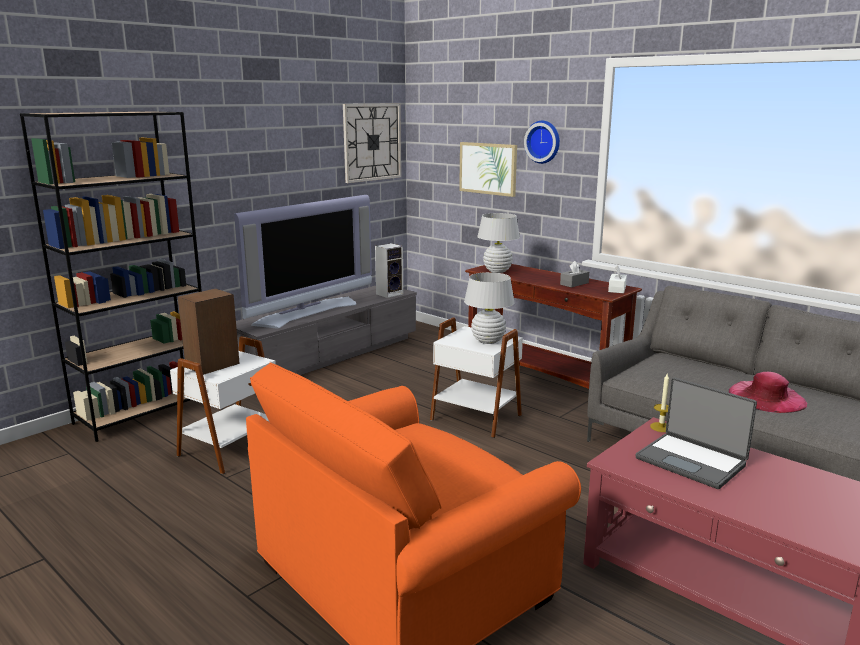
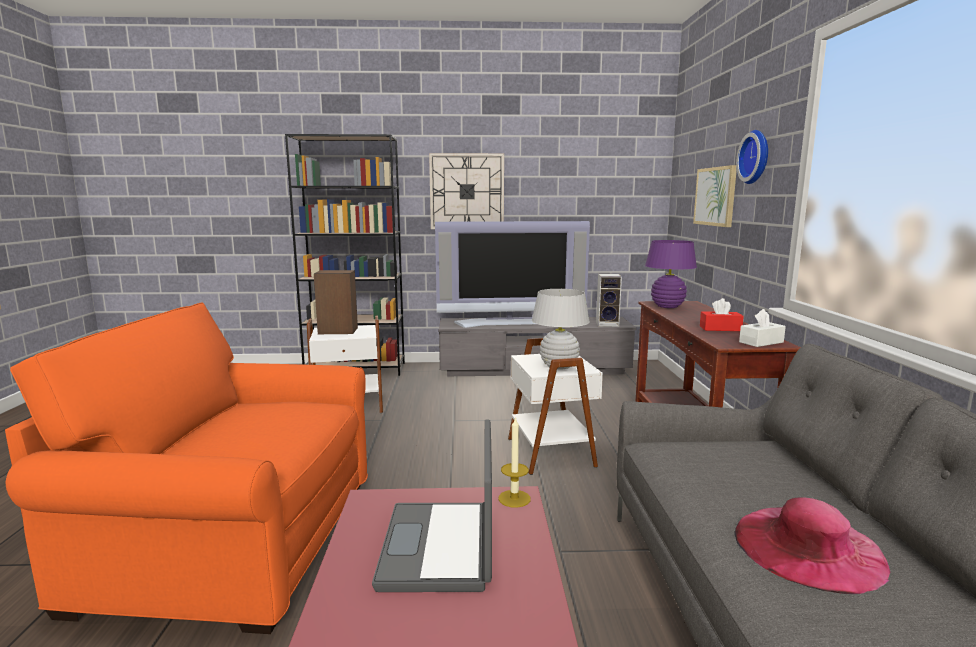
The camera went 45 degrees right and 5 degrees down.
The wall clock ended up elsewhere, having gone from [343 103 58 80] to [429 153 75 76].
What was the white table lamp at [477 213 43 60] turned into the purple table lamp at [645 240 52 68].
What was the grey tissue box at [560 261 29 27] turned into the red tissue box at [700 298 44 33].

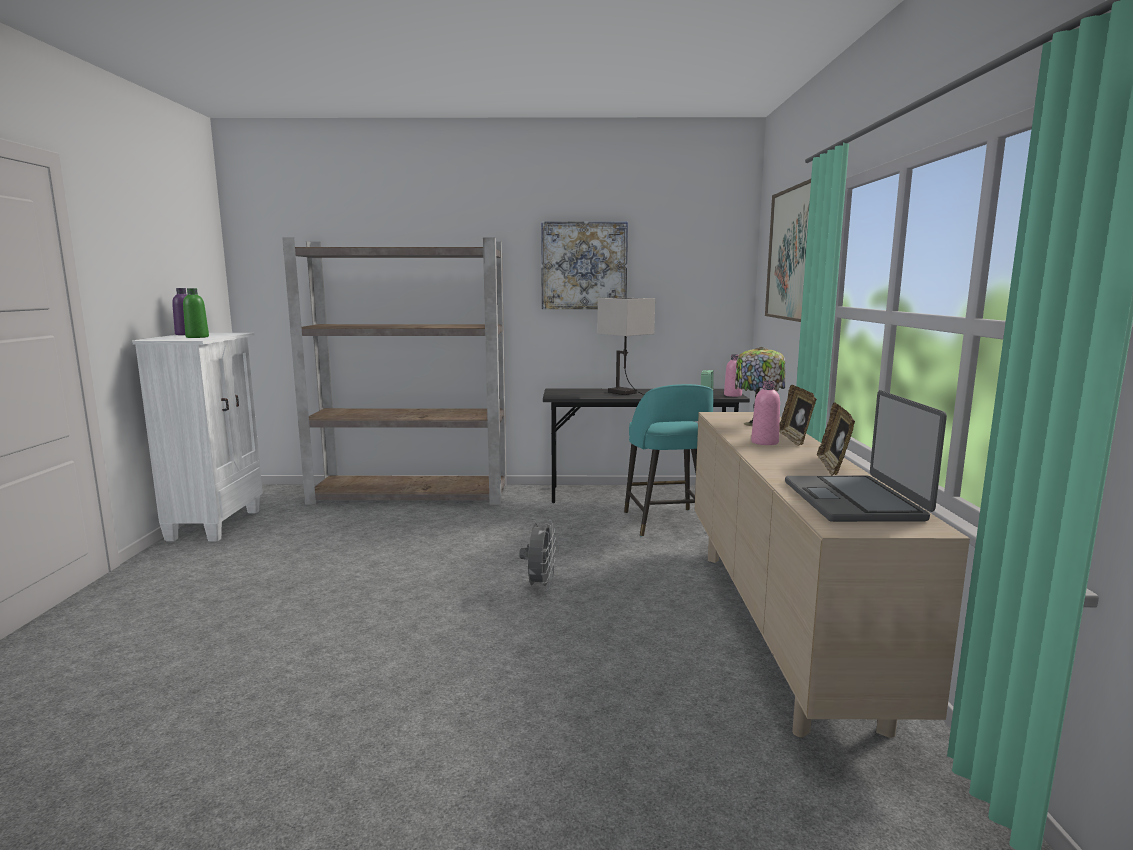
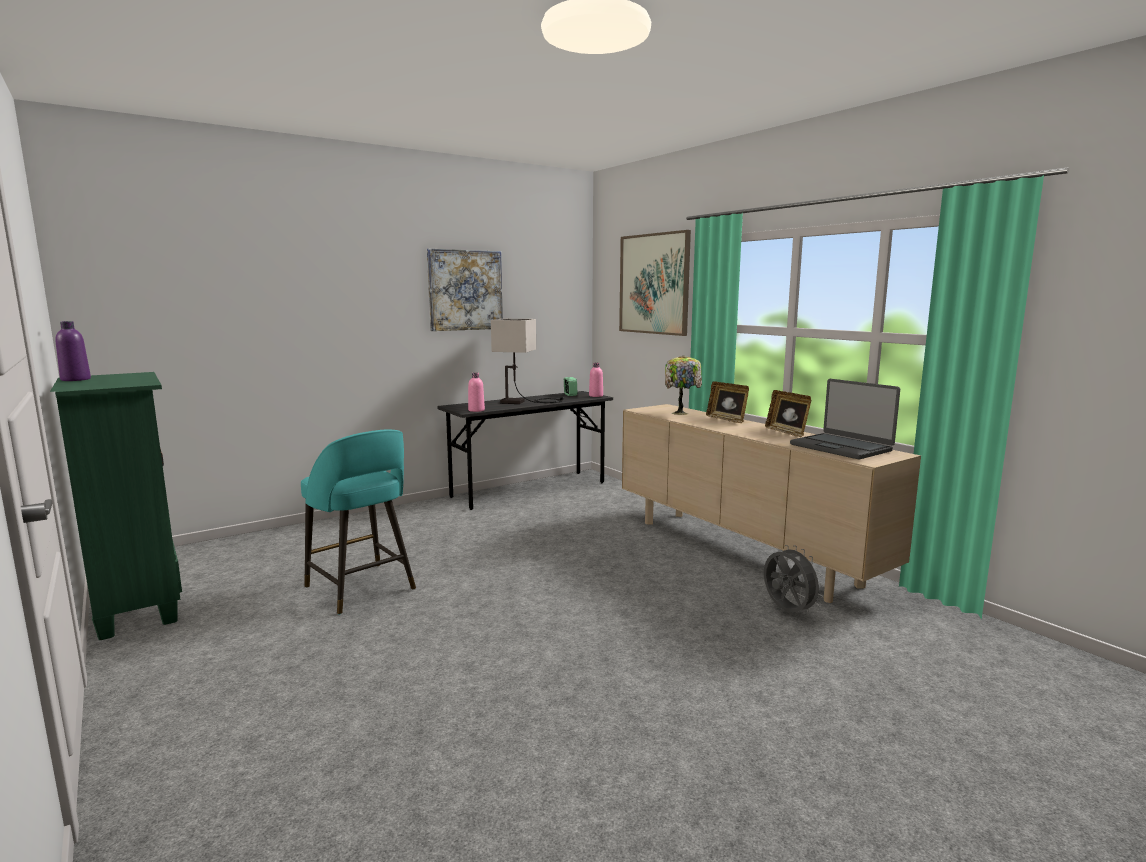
The camera went 35 degrees left and 0 degrees up.
What was the white cabinet at [132 333 131 209] turned into the green cabinet at [50 372 132 268].
The second view lost the green bottle at [183 288 26 50].
The second view lost the brown bookcase at [282 237 225 268].
The grey fan ended up elsewhere, having gone from [519 520 37 71] to [764 545 60 69].
The turquoise stool ended up elsewhere, having gone from [624 384 89 153] to [301 429 115 186].
The pink bottle ended up elsewhere, having gone from [751 381 29 64] to [468 373 17 39].

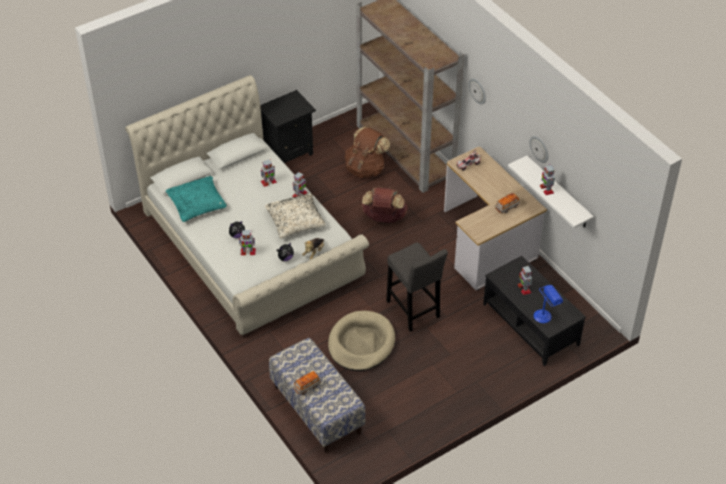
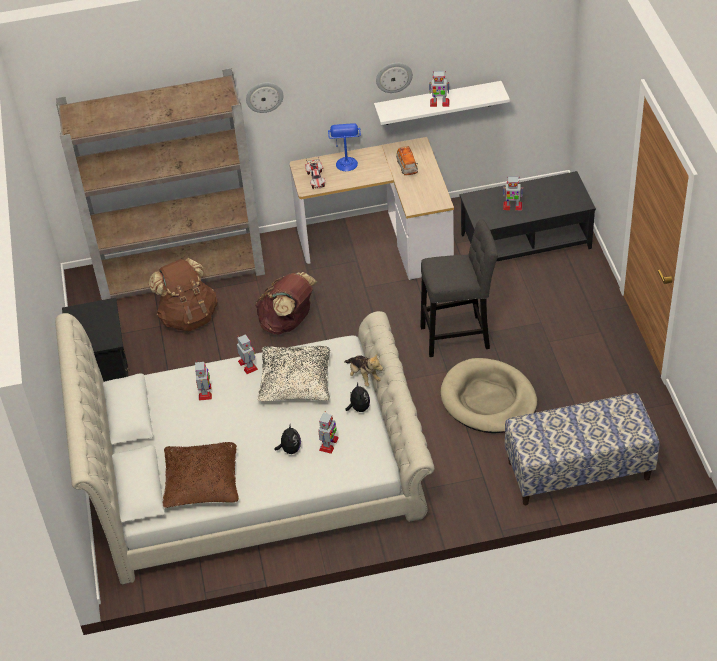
The camera went 65 degrees left and 0 degrees up.
What was the turquoise pillow at [166 176 61 46] turned into the brown pillow at [163 442 76 66].
The second view lost the toy car at [293 371 28 24].
The blue table lamp ended up elsewhere, having gone from [534 285 29 38] to [328 123 33 48].

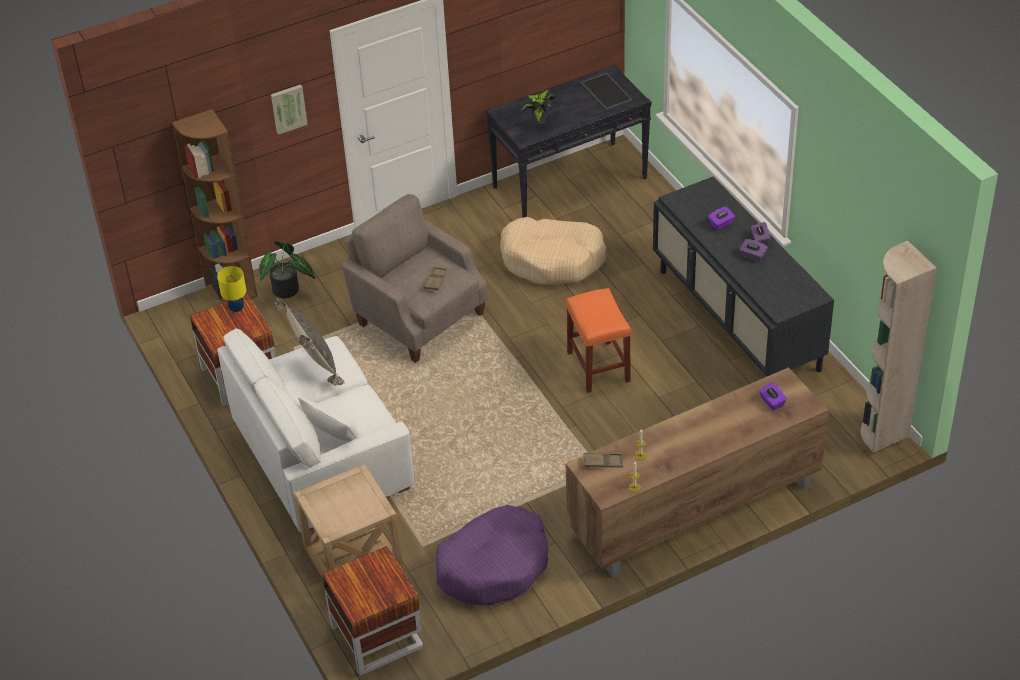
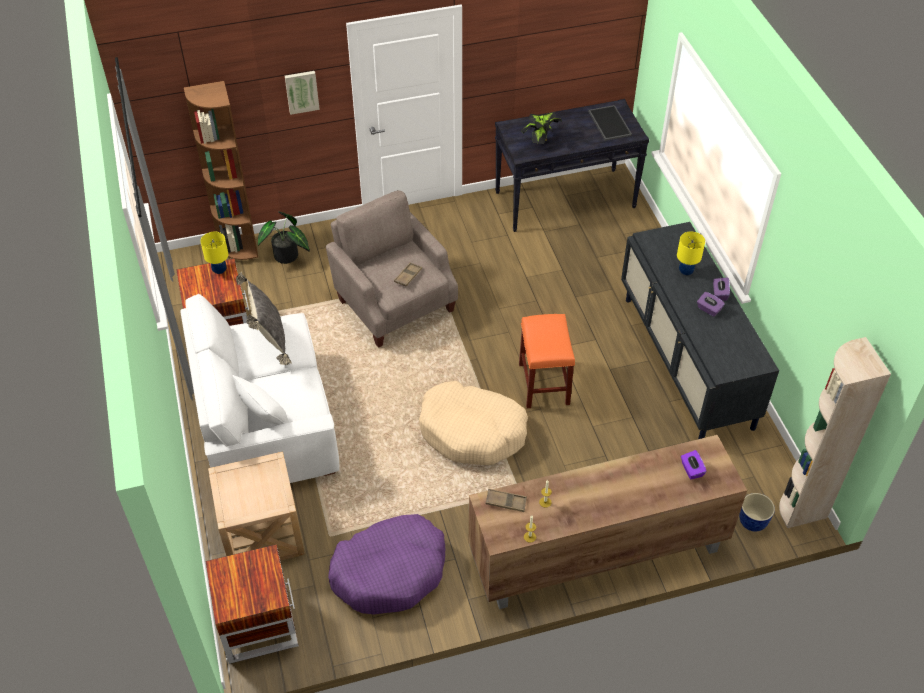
The camera went 10 degrees right and 5 degrees up.
The beige dog bed ended up elsewhere, having gone from [500 217 106 68] to [419 381 109 84].
Where the purple tissue box stood at [708 207 27 23], the yellow table lamp came to stand at [677 232 28 43].
The second view gained the planter at [739 493 36 38].

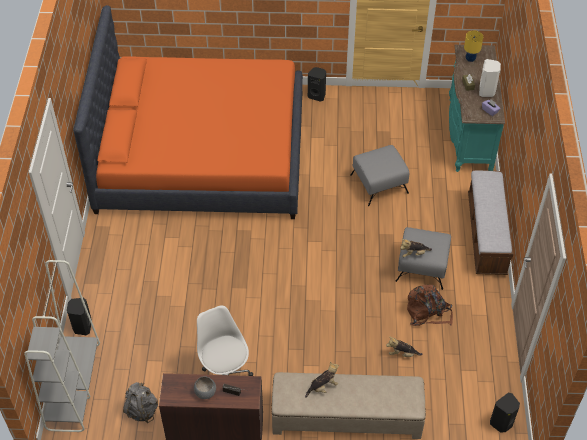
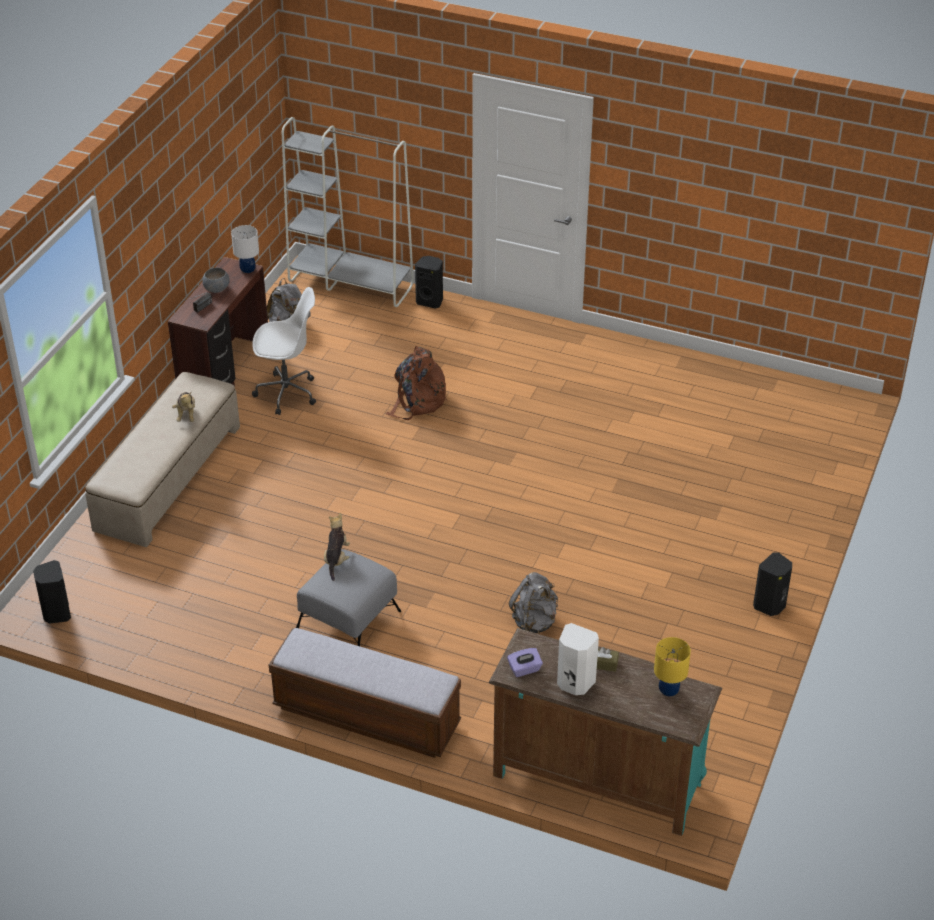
The camera went 110 degrees right and 10 degrees down.
The second view lost the orange bed at [73 5 230 214].
Where the grey ottoman stood at [350 145 59 61], the grey backpack came to stand at [509 572 49 62].
The second view lost the plush toy at [386 337 37 20].
The brown backpack ended up elsewhere, having gone from [407 285 46 41] to [386 346 61 74].
The second view gained the white table lamp at [231 225 28 48].

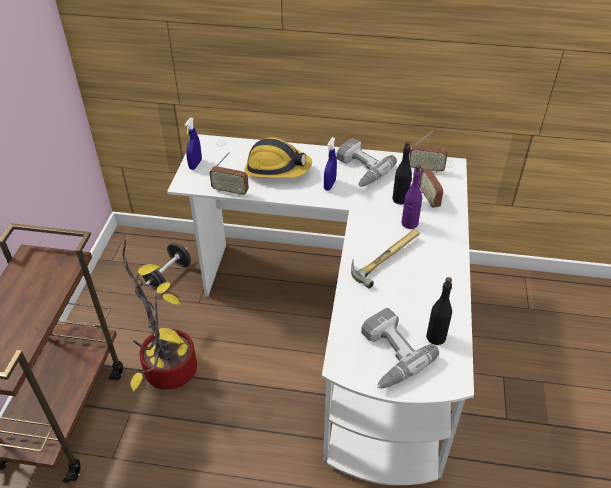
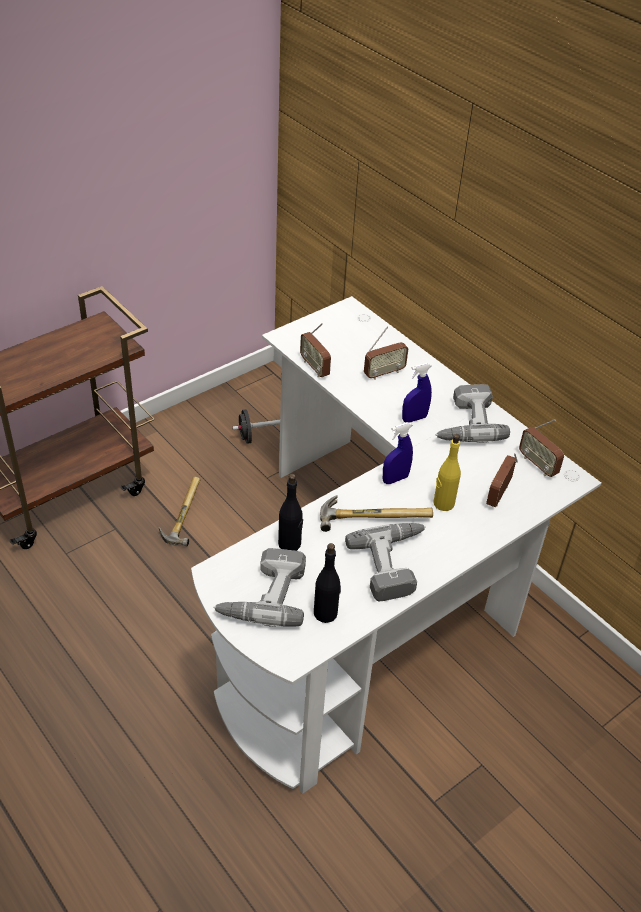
The camera went 40 degrees right and 0 degrees up.
Where the potted plant stood at [122 240 75 152], the hammer came to stand at [159 476 41 70].
The blue spray bottle ended up elsewhere, having gone from [184 117 18 53] to [383 422 30 62].
Where the hard hat stood at [245 137 67 41], the radio came to stand at [364 327 44 53].
The black bottle ended up elsewhere, having gone from [392 141 20 64] to [278 474 25 77].
What was the purple bottle at [401 165 21 64] turned into the yellow bottle at [433 434 28 77].
The second view gained the power drill at [345 523 81 79].

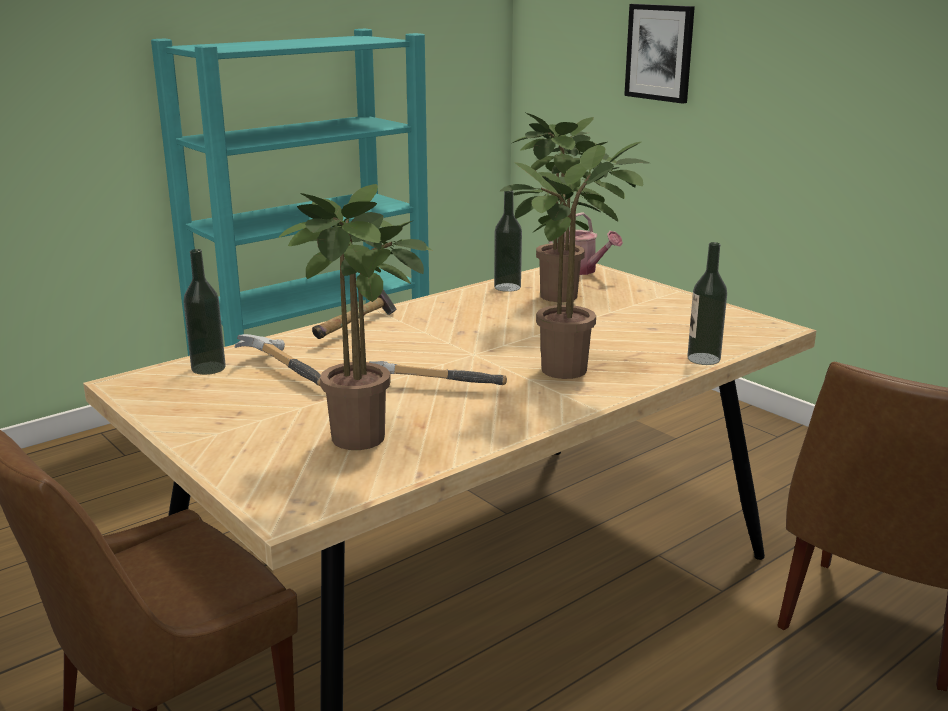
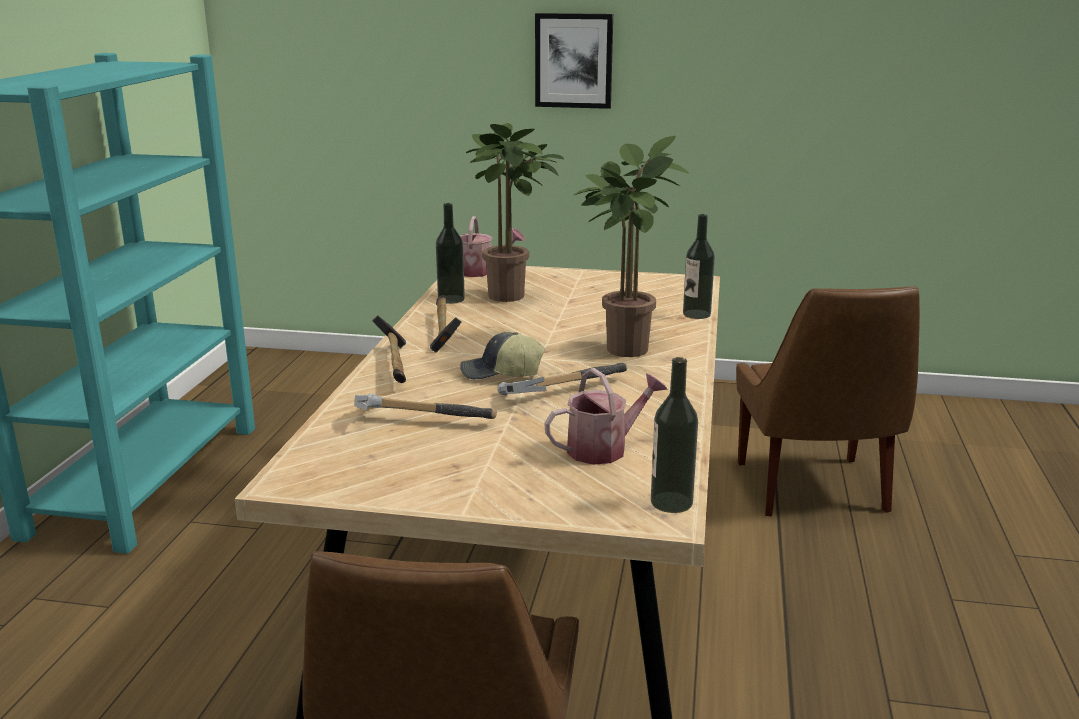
The camera went 40 degrees left and 0 degrees up.
The bottle ended up elsewhere, having gone from [183 249 43 126] to [651 357 47 156].
Where the potted plant stood at [278 184 155 266], the watering can came to stand at [544 368 124 97].
The picture ended up elsewhere, having gone from [624 4 71 100] to [535 13 78 96].
The second view gained the hammer at [430 295 31 58].
The second view gained the cap at [460 332 85 48].

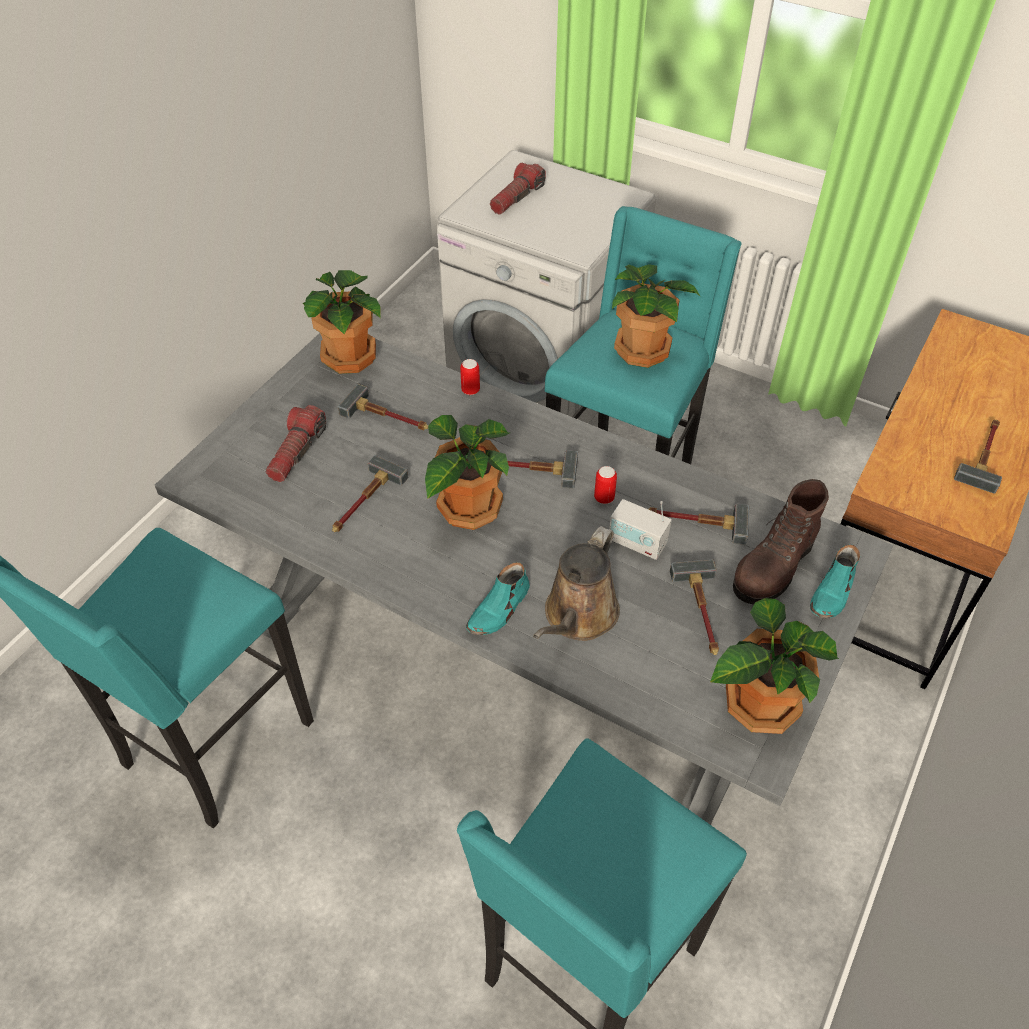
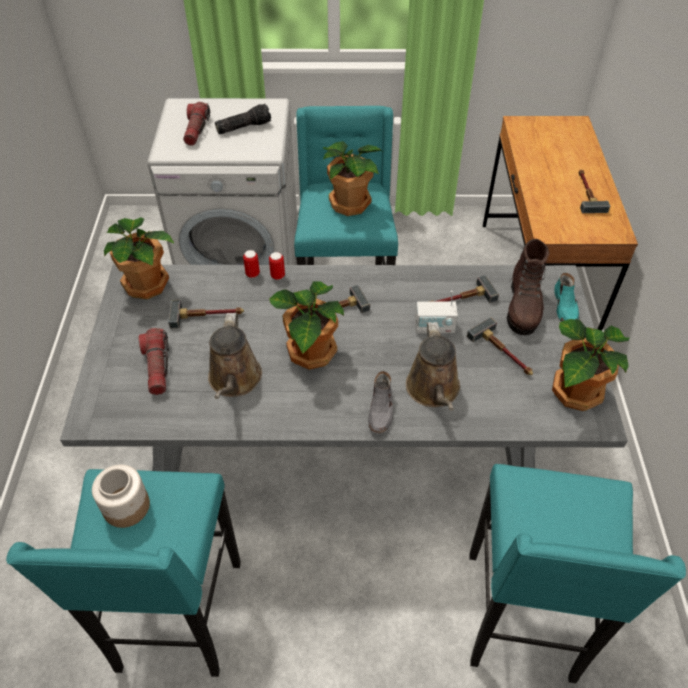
The camera went 30 degrees left and 0 degrees up.
Where the hammer stood at [332 455 76 77], the brown watering can came to stand at [208 313 54 86].
What was the turquoise shoe at [466 562 64 73] turned into the grey shoe at [368 371 25 63].
The can ended up elsewhere, having gone from [594 466 23 38] to [269 252 16 28].
The second view gained the jar at [92 465 58 63].
The second view gained the flashlight at [215 104 56 30].

